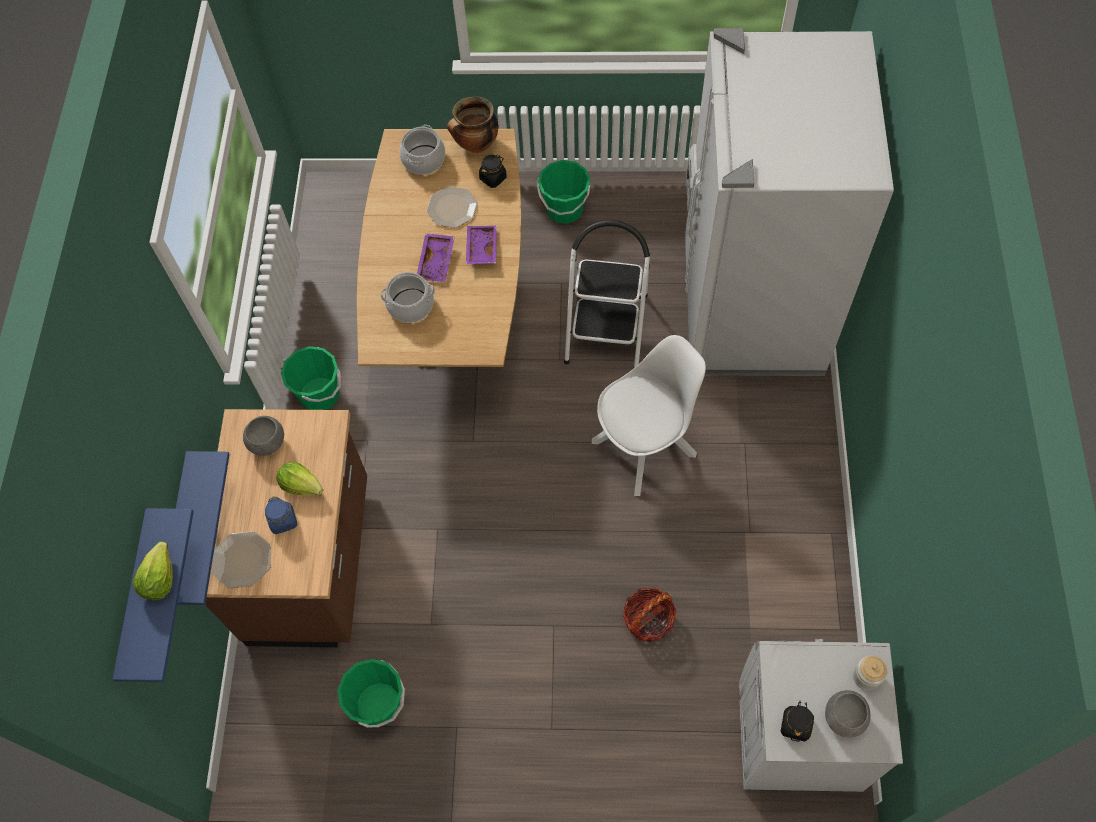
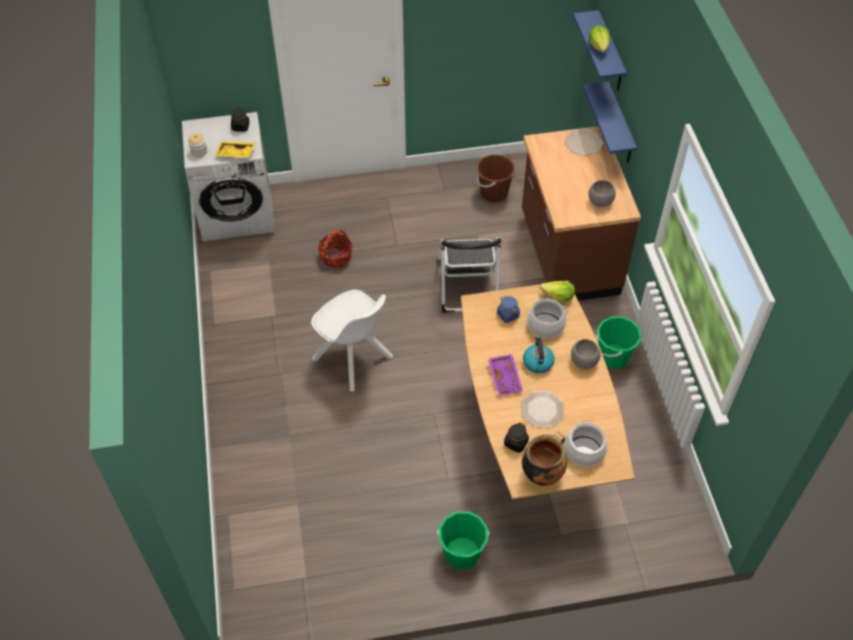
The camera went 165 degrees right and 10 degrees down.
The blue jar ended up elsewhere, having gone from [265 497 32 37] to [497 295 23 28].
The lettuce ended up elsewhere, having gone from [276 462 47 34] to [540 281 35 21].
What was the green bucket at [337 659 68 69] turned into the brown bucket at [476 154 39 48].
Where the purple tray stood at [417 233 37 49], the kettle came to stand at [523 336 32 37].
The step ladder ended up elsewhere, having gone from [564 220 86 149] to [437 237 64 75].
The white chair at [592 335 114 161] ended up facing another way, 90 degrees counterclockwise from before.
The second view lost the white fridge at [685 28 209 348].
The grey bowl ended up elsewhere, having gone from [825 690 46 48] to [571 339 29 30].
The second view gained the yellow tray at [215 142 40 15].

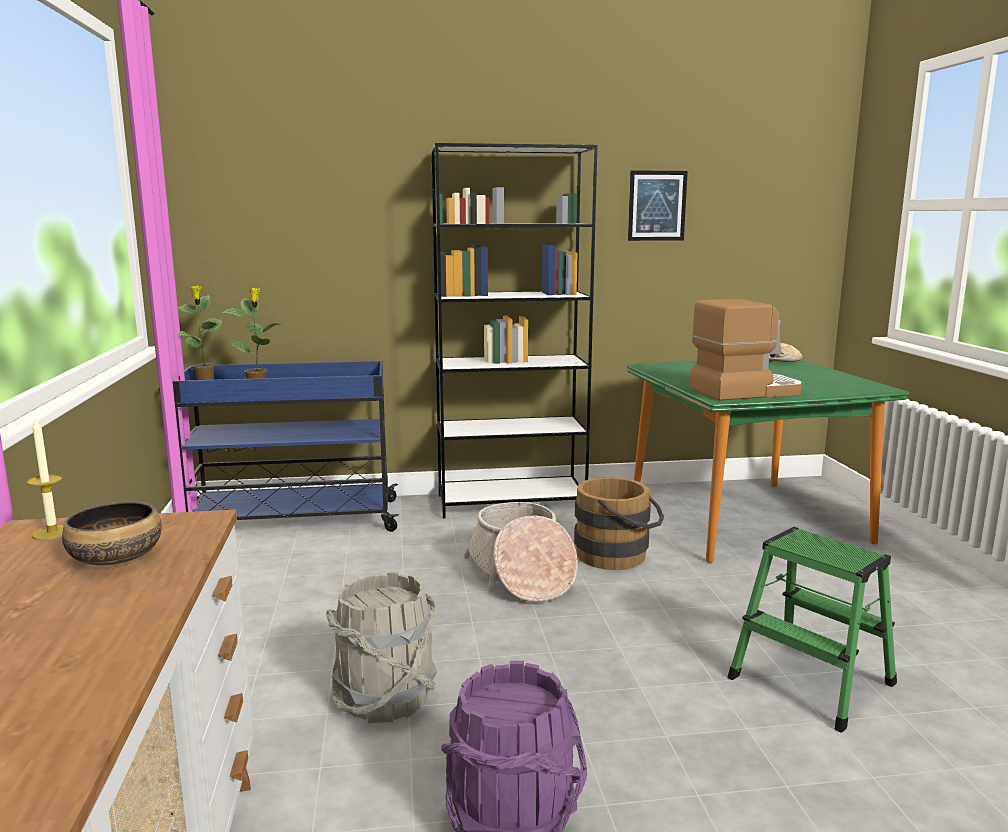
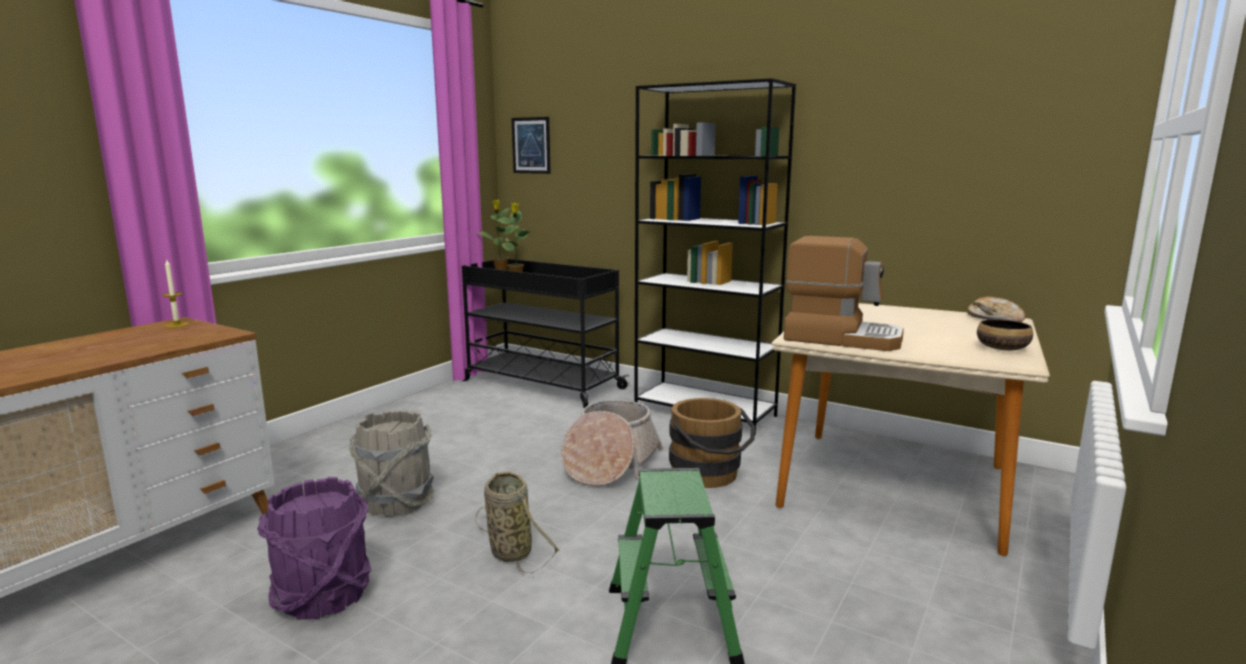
The camera went 40 degrees right and 0 degrees up.
The bowl ended up elsewhere, having gone from [62 502 100 63] to [977 319 56 31].
What was the blue cart at [158 361 241 171] turned into the black cart at [462 259 167 149].
What was the green dining table at [627 360 283 203] turned into the beige dining table at [771 303 279 253].
The picture ended up elsewhere, having gone from [628 170 60 71] to [511 117 40 57].
The second view gained the basket at [475 471 85 103].

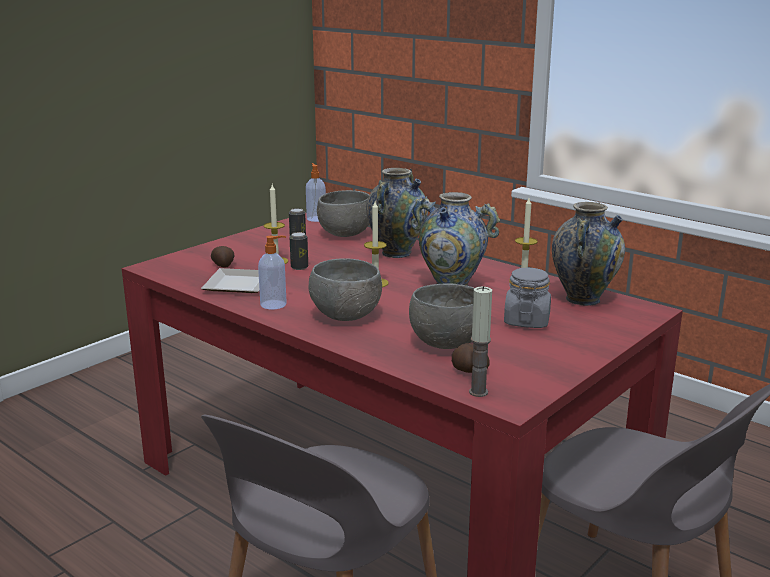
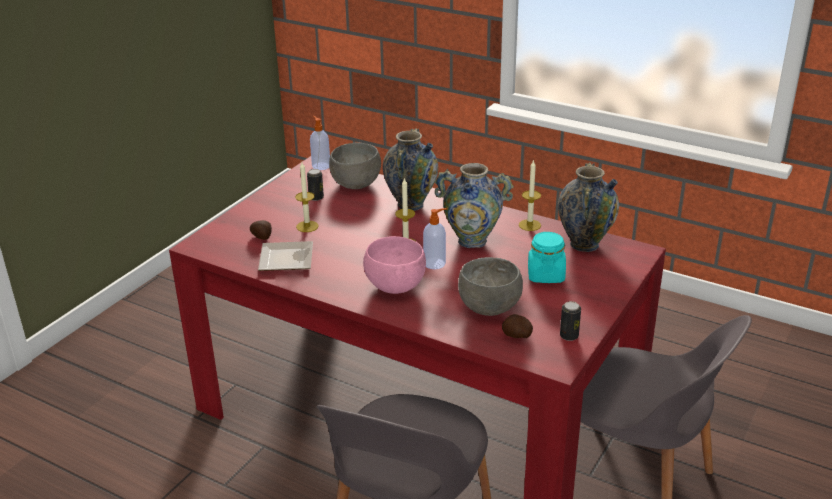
The camera went 10 degrees left and 10 degrees up.
The soap dispenser ended up elsewhere, having gone from [258 236 29 73] to [423 208 24 61].
The can ended up elsewhere, having gone from [290 232 18 38] to [560 301 21 40].
What was the grey bowl at [308 258 74 63] turned into the pink bowl at [363 236 63 58].
The second view lost the candle at [469 286 23 111].
What was the grey jar at [504 268 47 60] turned into the turquoise jar at [528 232 38 51].

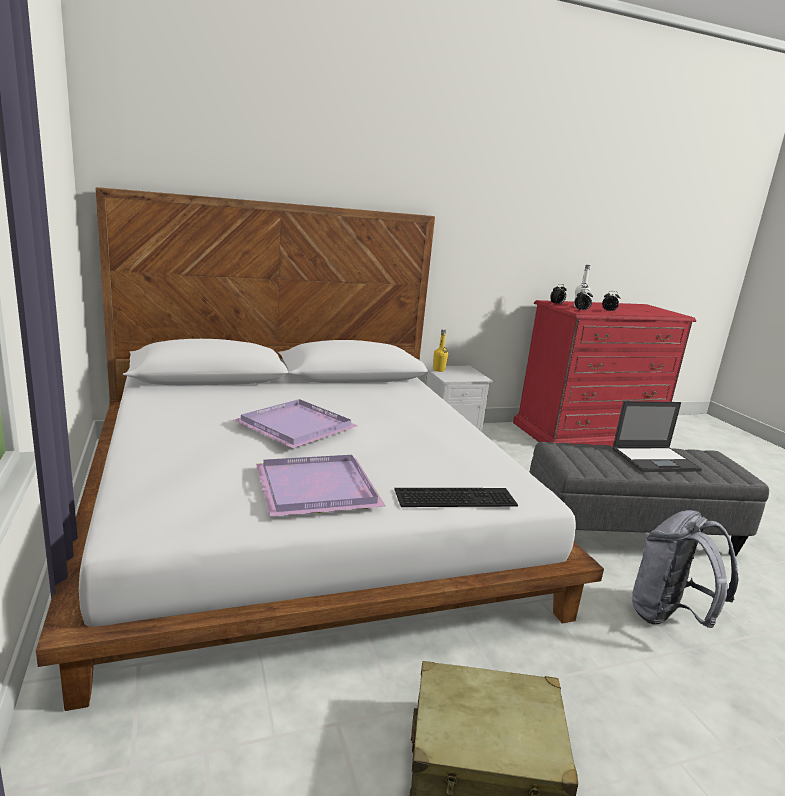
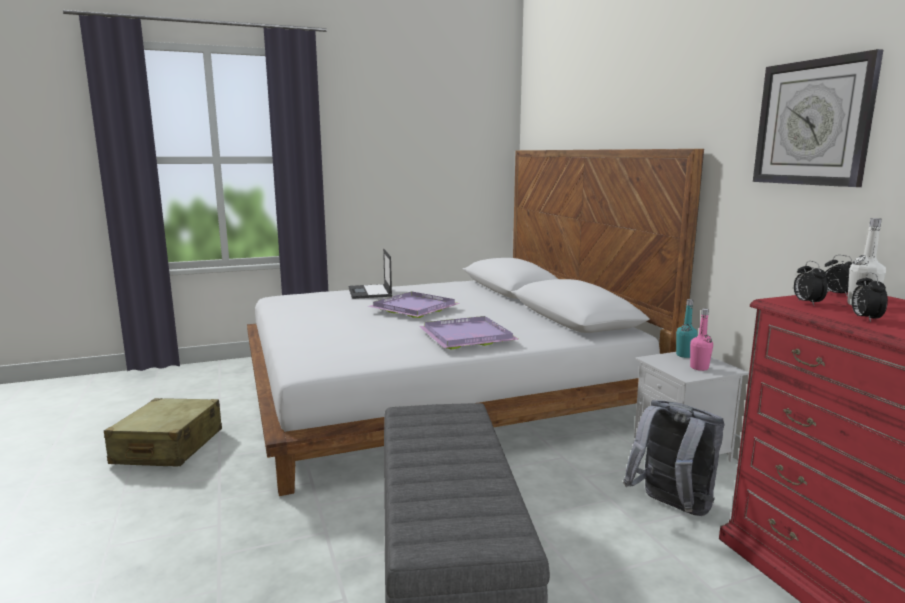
The camera went 90 degrees right and 5 degrees down.
The purple tray ended up elsewhere, having gone from [256 455 130 62] to [419 316 100 34].
The second view lost the keyboard at [394 488 124 19].
What was the yellow bottle at [433 329 15 43] turned into the turquoise bottle at [676 299 22 59].
The laptop ended up elsewhere, having gone from [612 401 90 71] to [349 249 43 50].
The grey backpack ended up elsewhere, having gone from [632 510 106 118] to [623 400 102 116].
The second view gained the pink bottle at [690 308 23 63].
The second view gained the wall clock at [753 49 130 138].

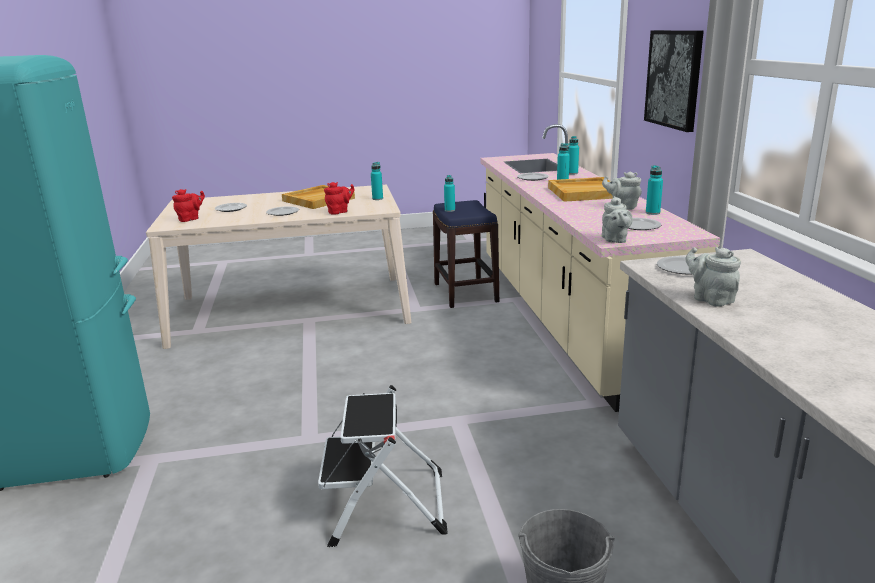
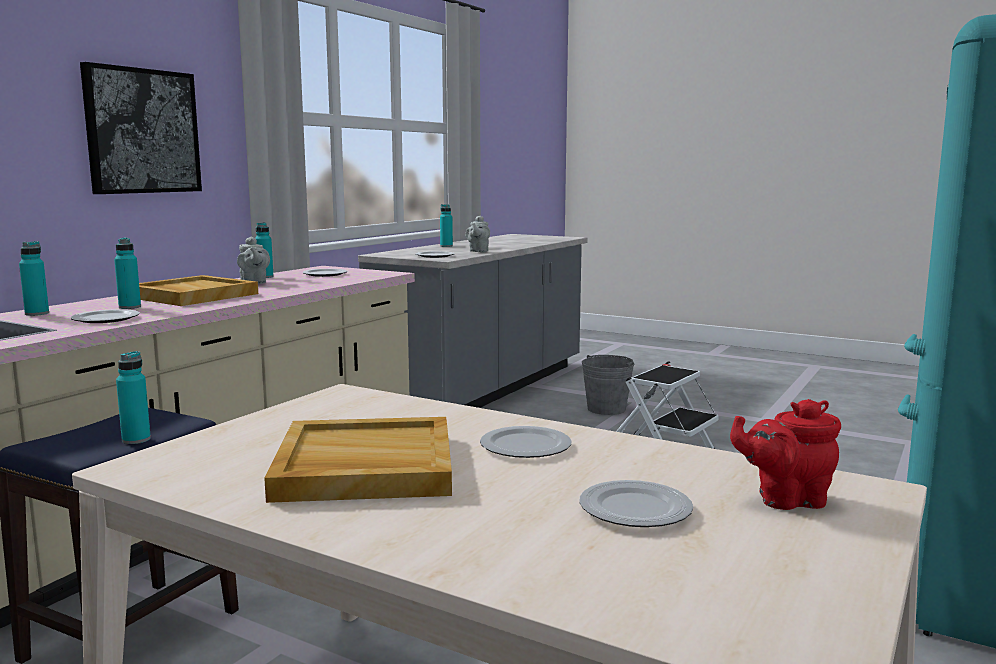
The camera went 140 degrees left and 10 degrees down.
The second view lost the red teapot at [324 182 30 33].
The turquoise bottle ended up elsewhere, having gone from [371 162 12 38] to [440 204 13 43].
The second view lost the grey teapot at [602 196 31 47].

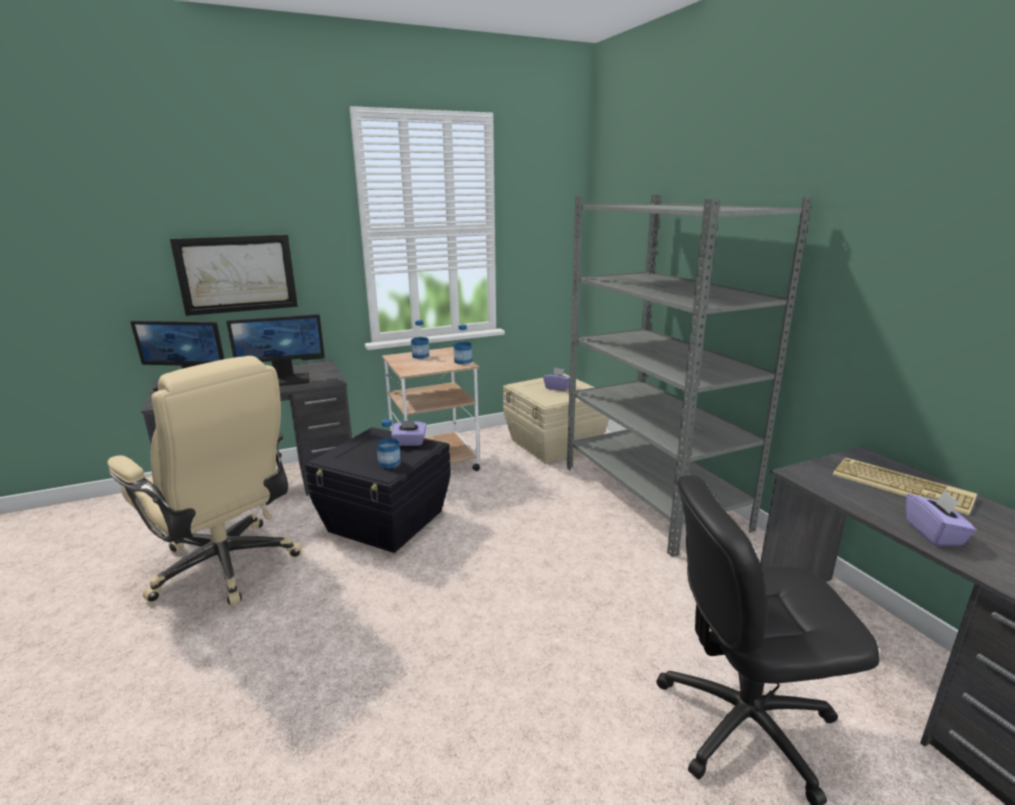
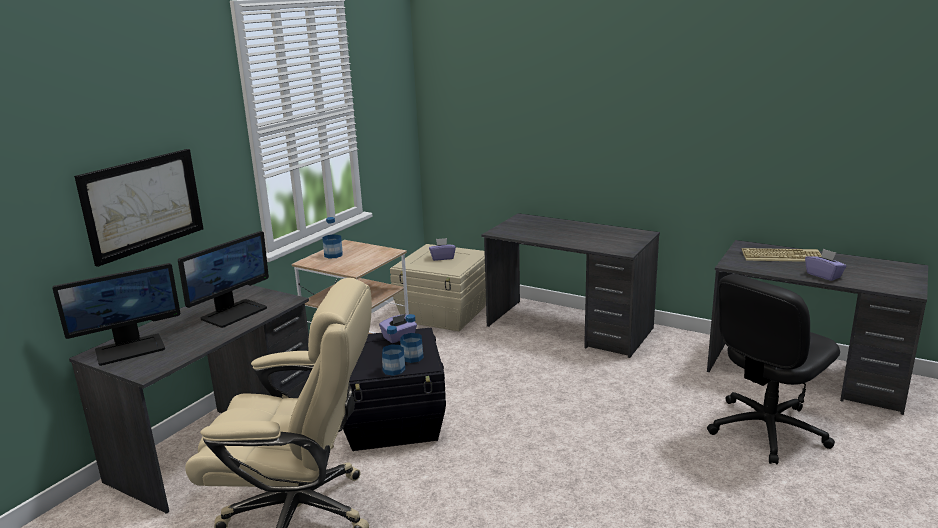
The camera went 35 degrees left and 0 degrees up.
The bottle ended up elsewhere, having gone from [454 324 18 41] to [382 326 23 50].
Where the grey bookcase stood at [567 195 245 362], the grey desk came to stand at [481 213 179 145].

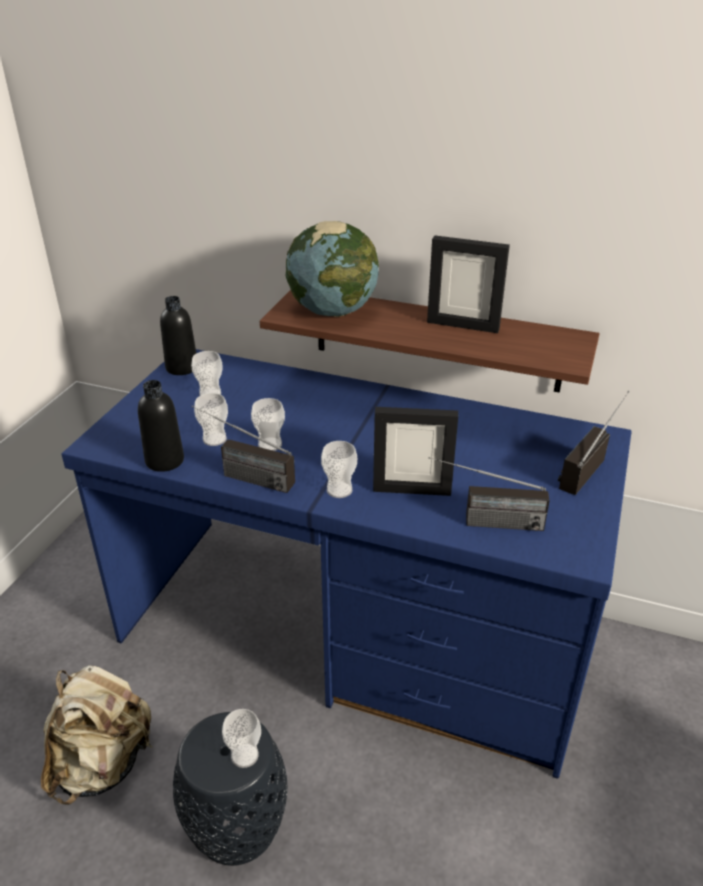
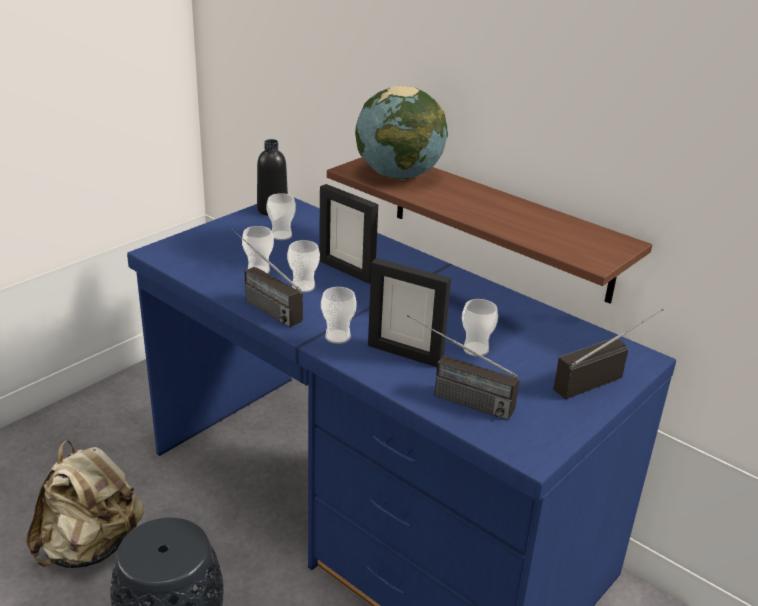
The camera went 20 degrees right and 5 degrees down.
The second view lost the black bottle at [138 380 46 92].
The cup ended up elsewhere, having gone from [222 709 39 59] to [462 299 36 58].
The picture frame ended up elsewhere, having gone from [427 236 83 97] to [319 184 59 100].

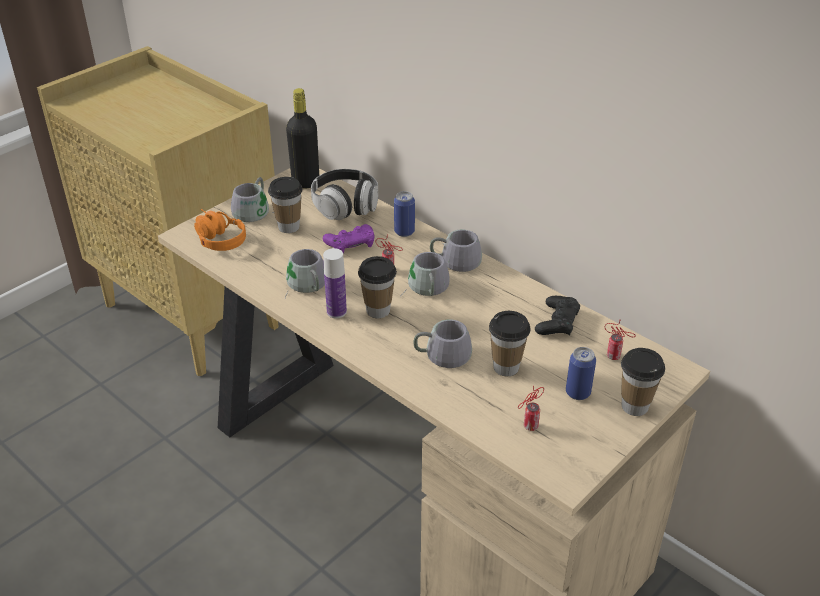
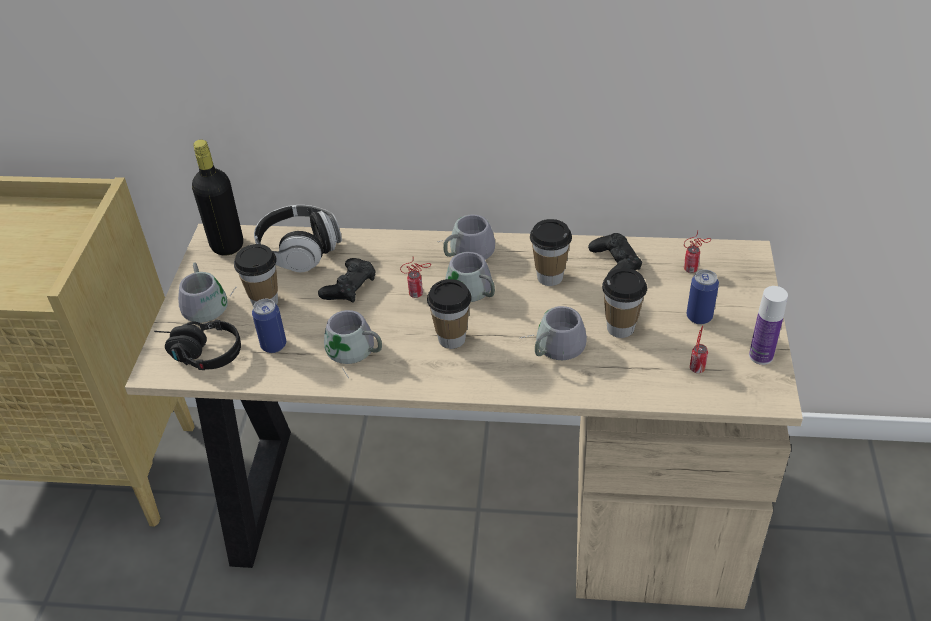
The camera went 35 degrees left and 5 degrees up.
What was the orange headphones at [194 209 52 42] turned into the black headphones at [154 320 87 50].
What was the purple game controller at [323 224 52 30] turned into the black game controller at [318 258 57 45].
The bottle ended up elsewhere, having gone from [323 248 24 70] to [749 286 39 79].
The can ended up elsewhere, having gone from [394 191 21 46] to [252 299 34 54].
The cup ended up elsewhere, having gone from [621 348 44 68] to [530 219 42 67].

